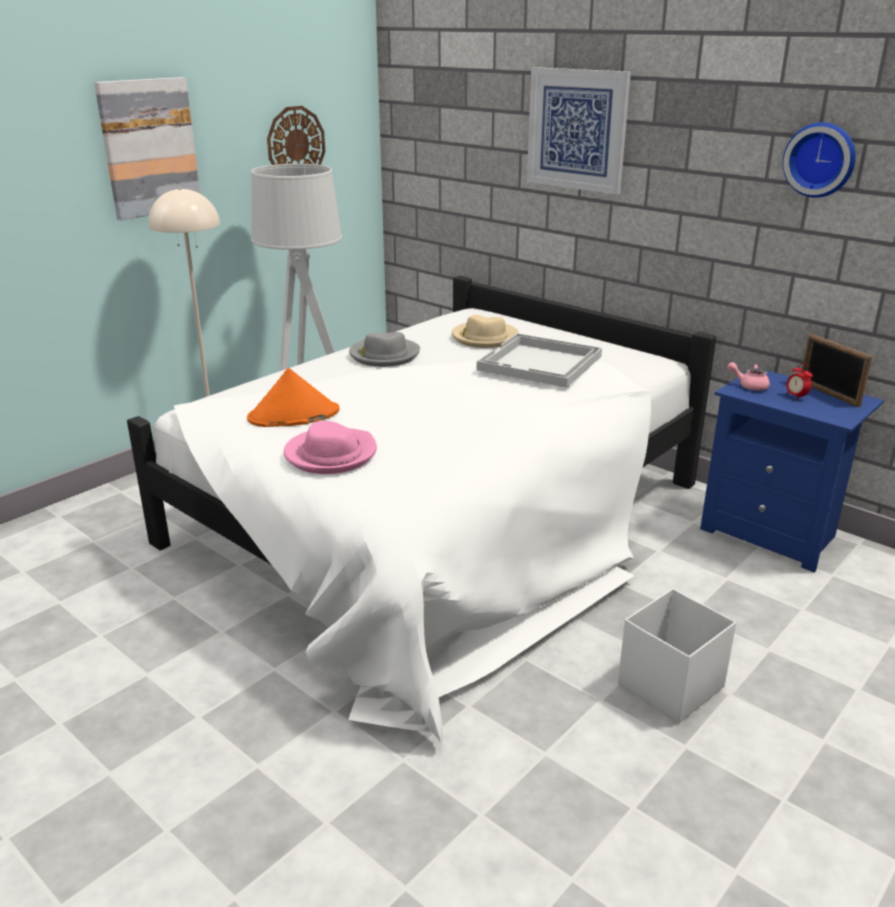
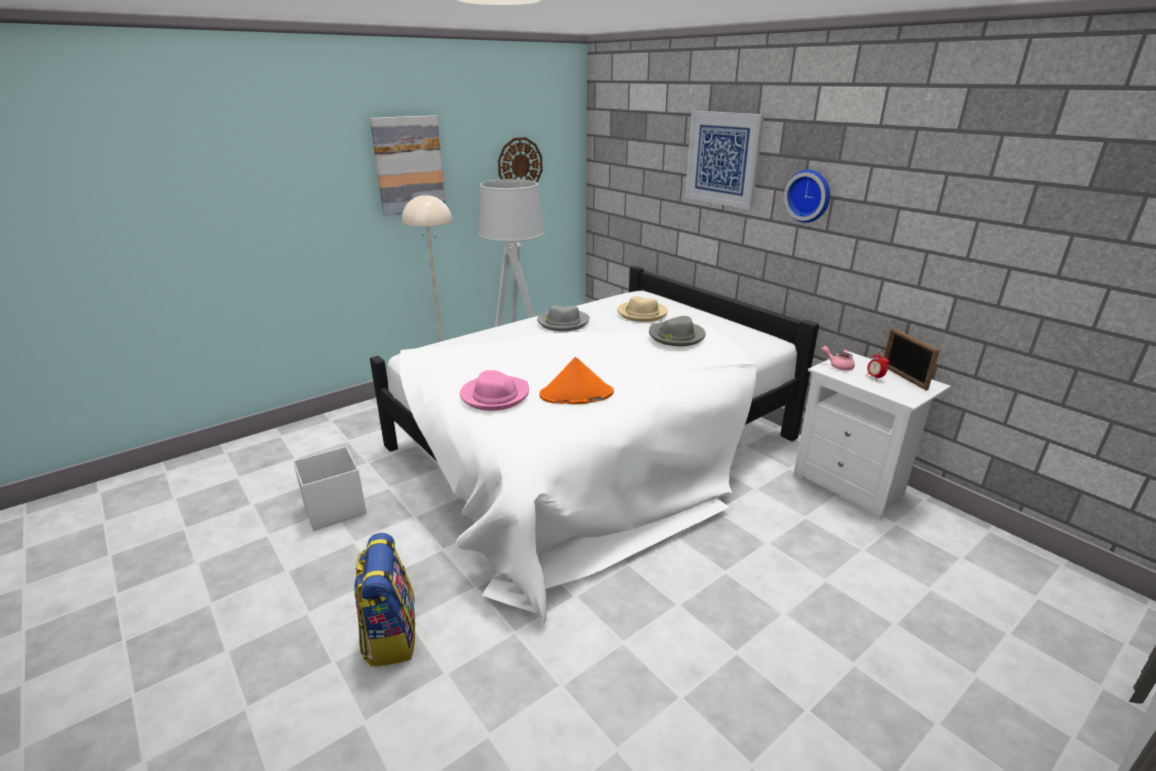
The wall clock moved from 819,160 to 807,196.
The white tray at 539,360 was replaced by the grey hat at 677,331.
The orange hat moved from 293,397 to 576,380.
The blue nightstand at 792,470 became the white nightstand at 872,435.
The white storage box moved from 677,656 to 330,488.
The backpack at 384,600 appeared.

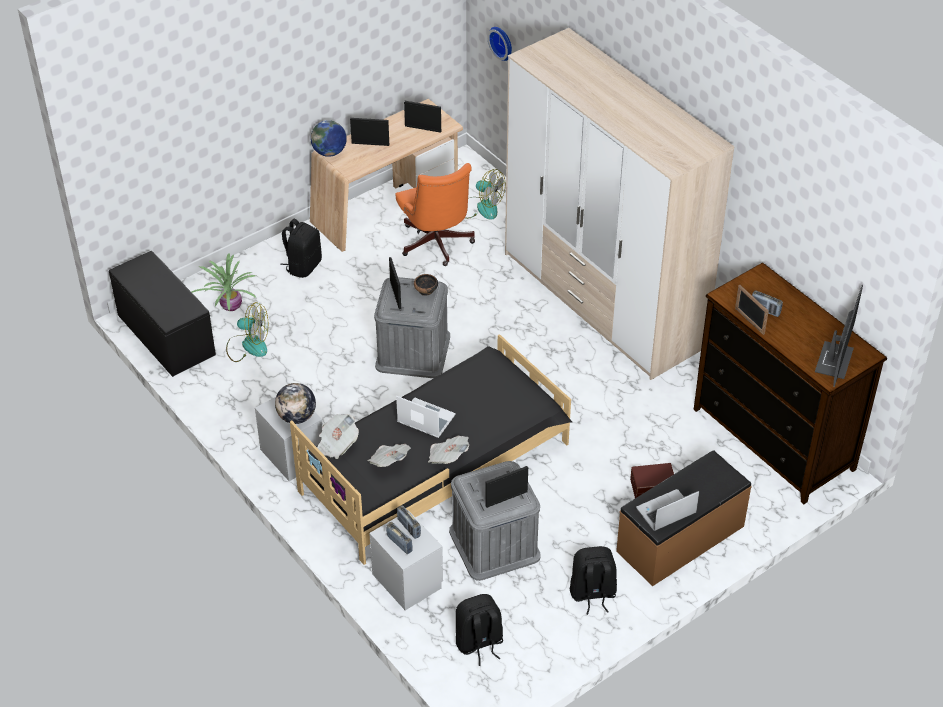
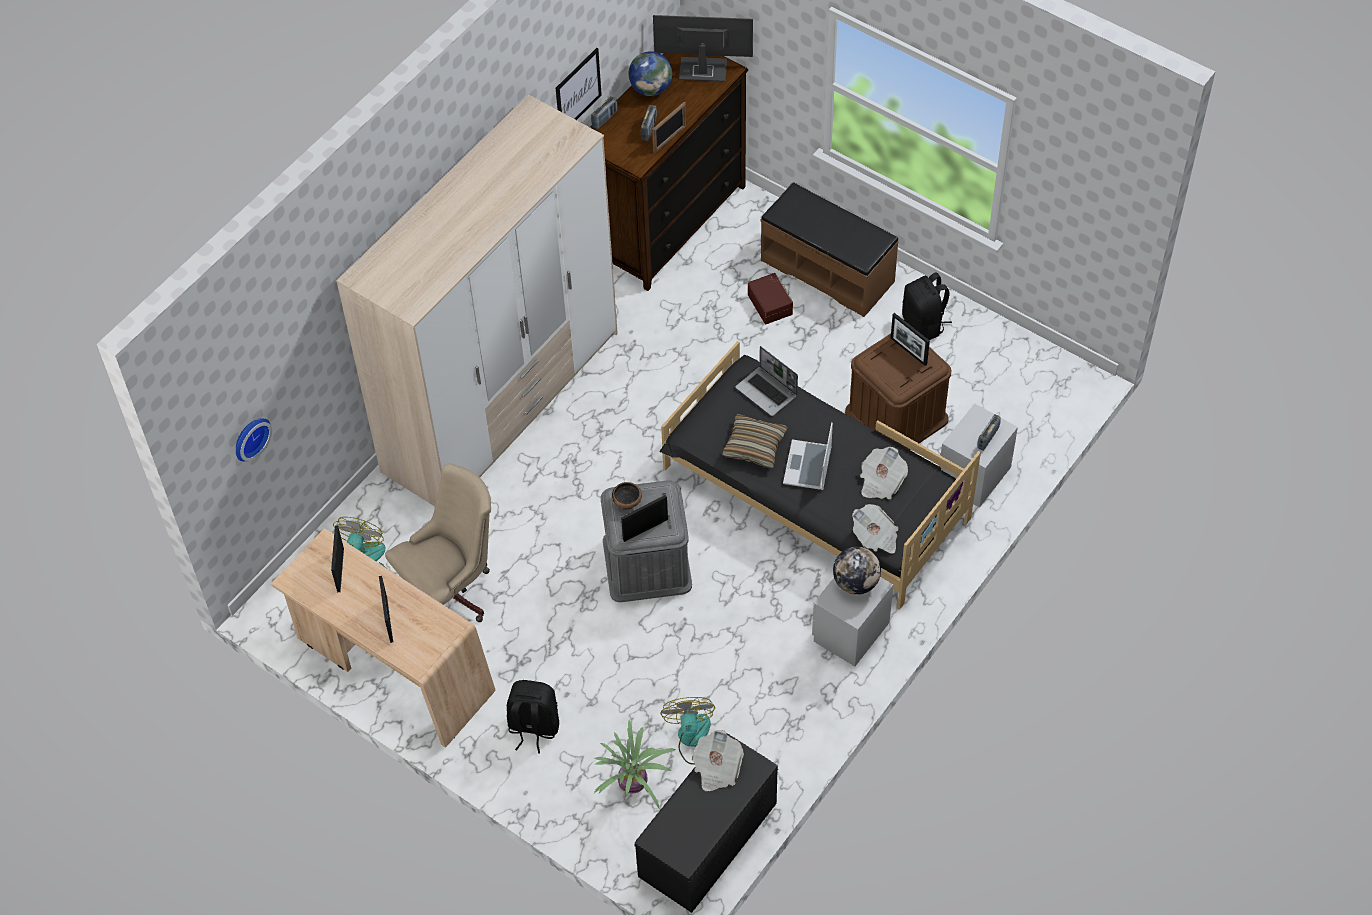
The globe moved from 329,138 to 650,73.
The orange office chair at 435,214 became the beige office chair at 438,543.
The newspaper moved from 448,450 to 718,760.
The grey storage box at 495,521 became the brown storage box at 898,392.
The laptop moved from 667,510 to 766,381.
The radio moved from 409,522 to 604,112.
The black backpack at 479,630 disappeared.
The picture at 579,84 appeared.
The pillow at 755,441 appeared.

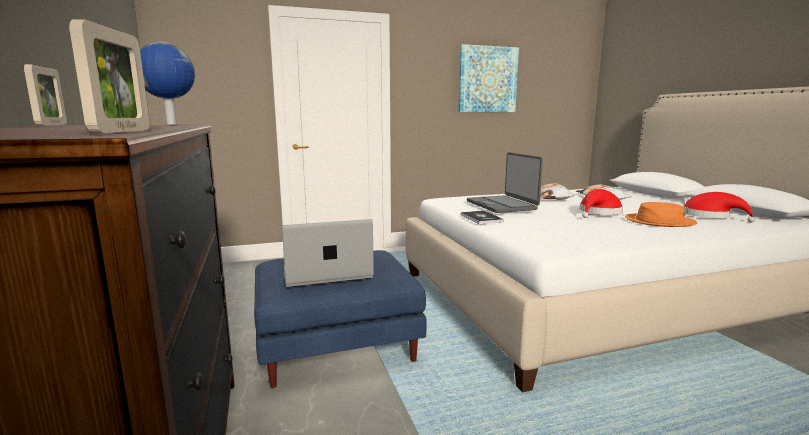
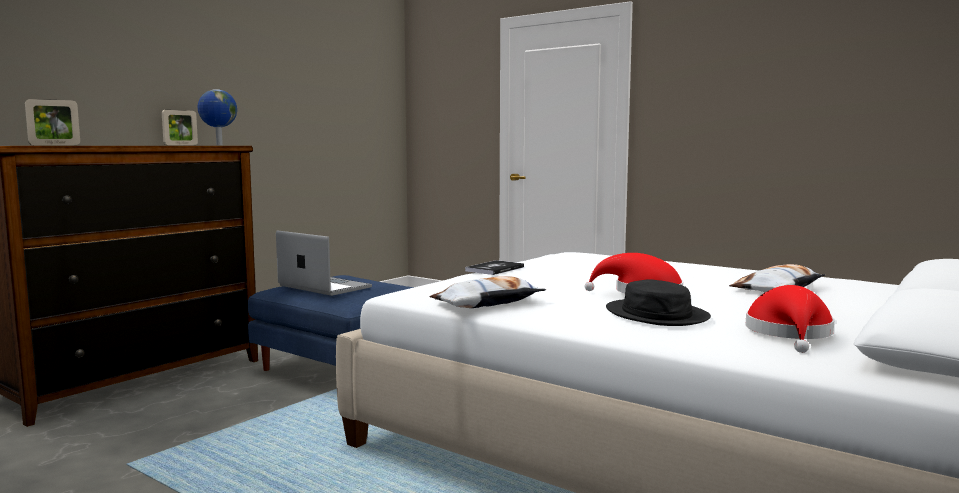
The picture at 488,78 disappeared.
The laptop at 505,182 disappeared.
The pillow moved from 557,191 to 487,292.
The orange hat at 661,214 became the black hat at 658,302.

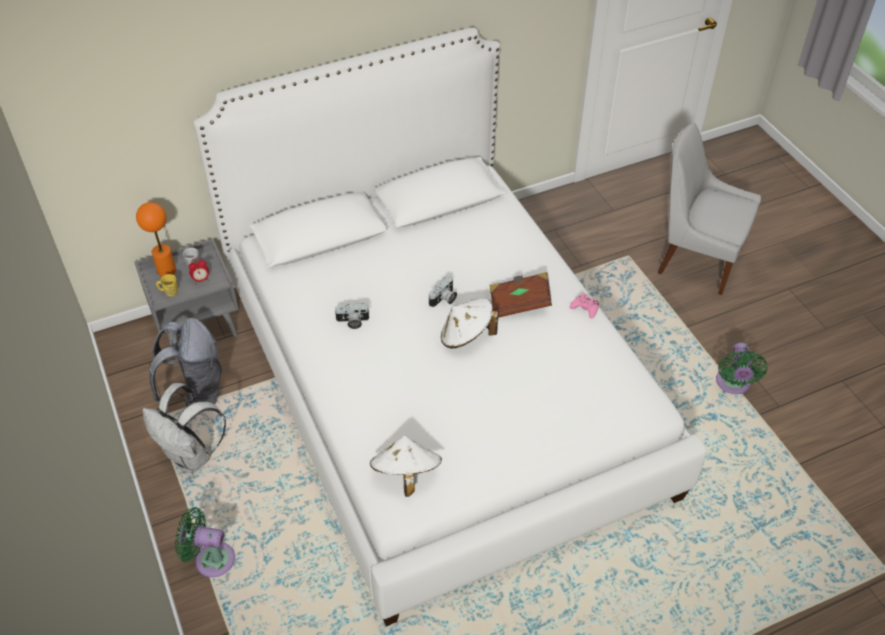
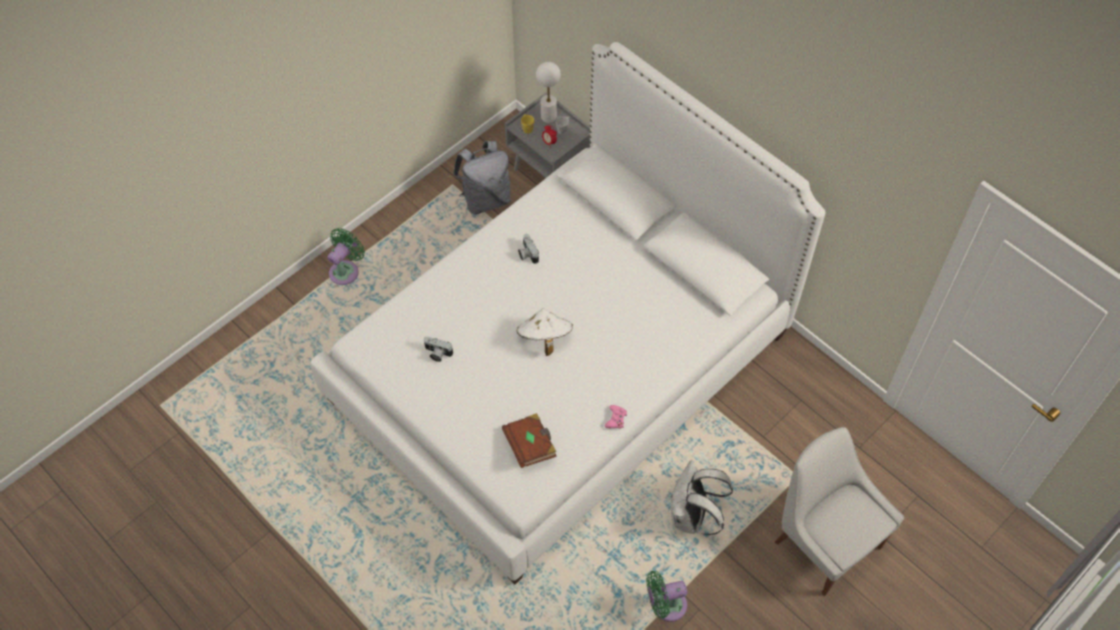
The white chair at 709,209 turned 45 degrees counterclockwise.
The orange table lamp at 156,239 became the white table lamp at 548,92.
The brown book moved from 521,295 to 529,440.
The photo camera moved from 443,292 to 438,349.
The white backpack moved from 184,428 to 702,497.
The white hat at 406,466 disappeared.
The green fan at 205,542 turned 45 degrees clockwise.

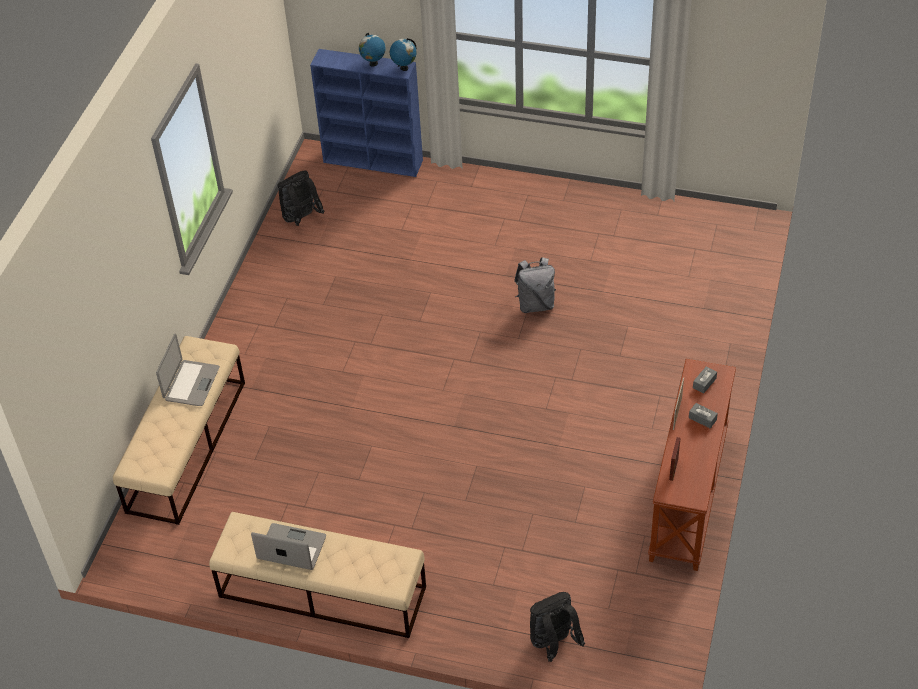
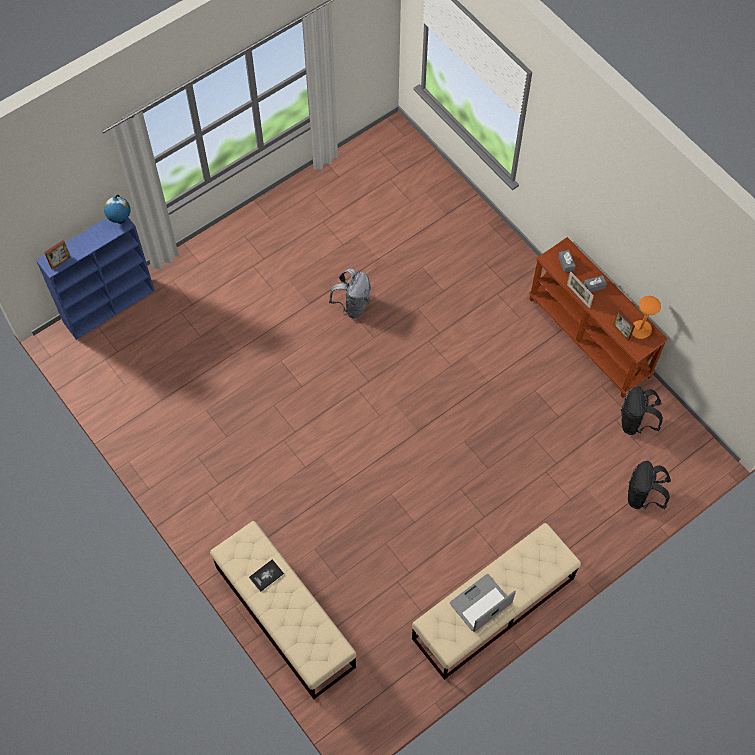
The globe at 372,50 disappeared.
The black backpack moved from 301,198 to 642,410.
The laptop at 188,370 was replaced by the book at 266,575.
The picture frame at 57,254 appeared.
The orange table lamp at 646,317 appeared.

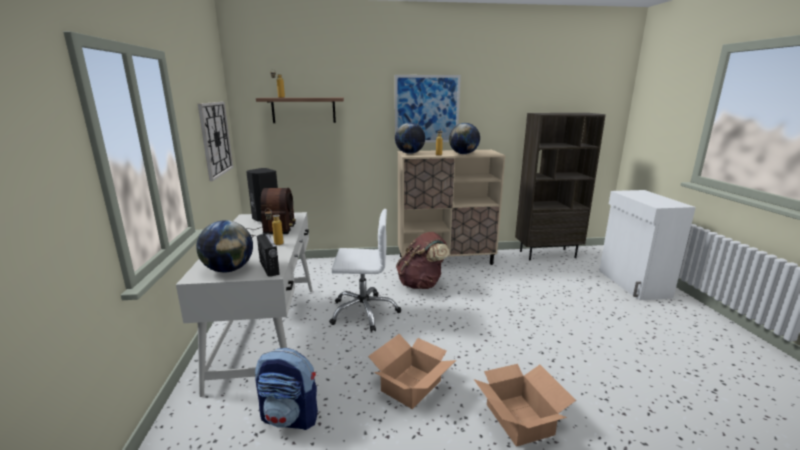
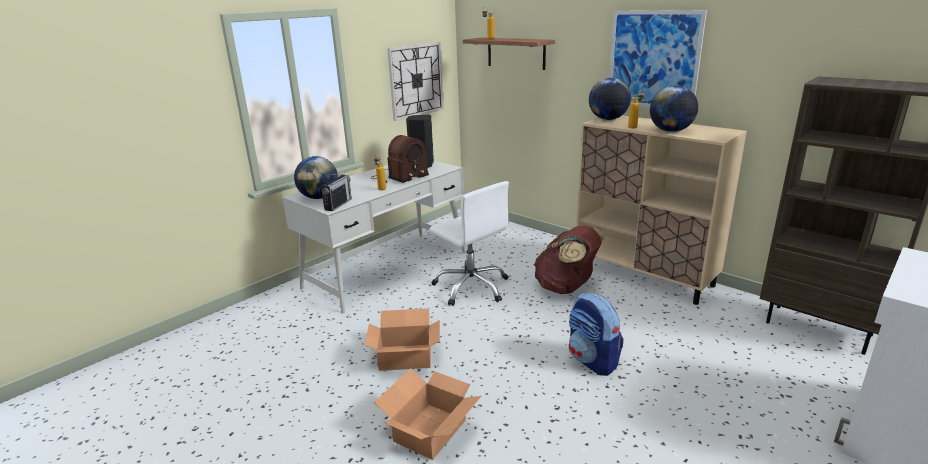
The backpack moved from 286,389 to 596,334.

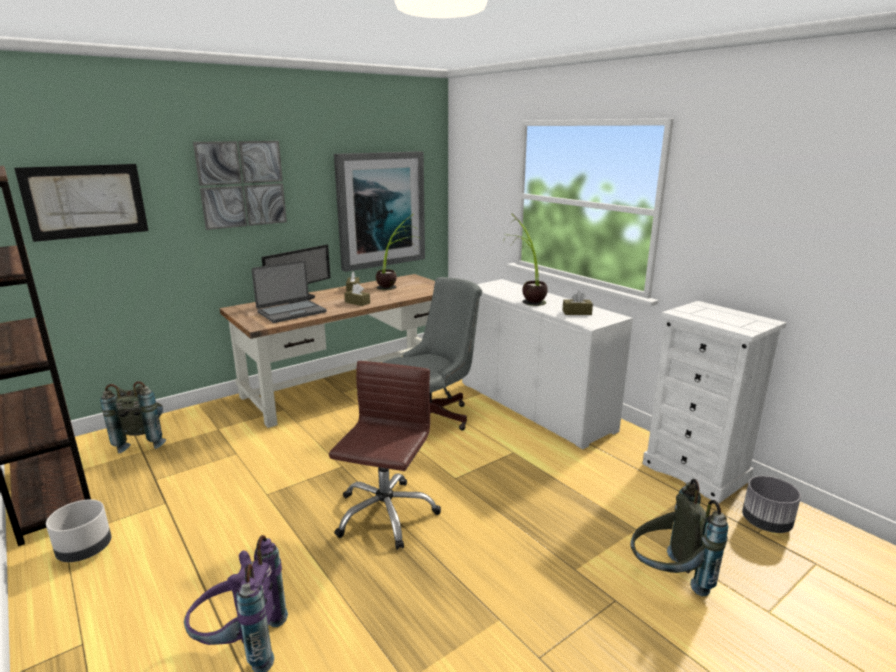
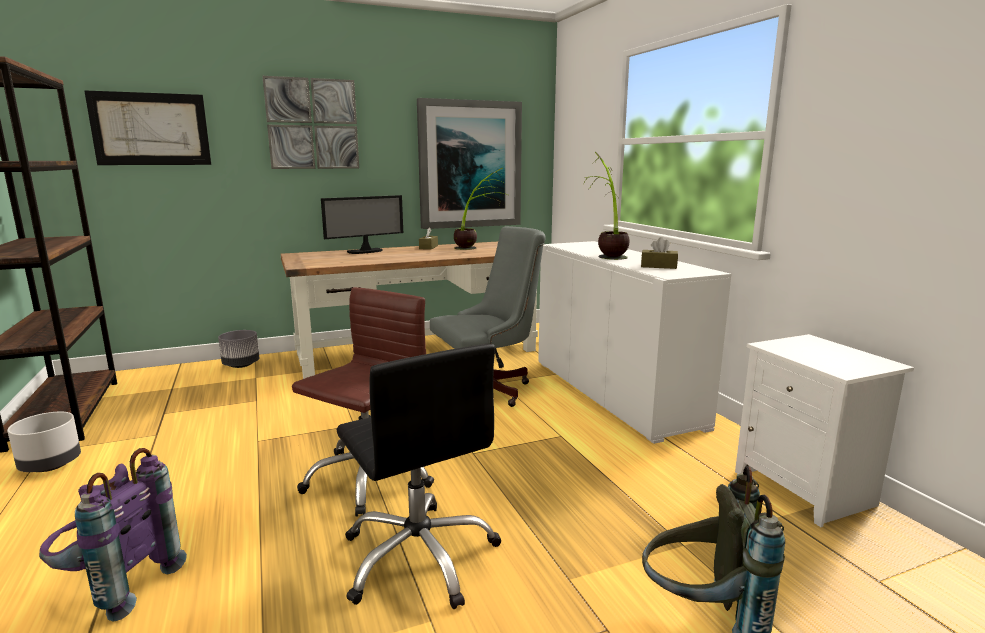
The laptop at 289,291 disappeared.
The brown tissue box at 357,294 disappeared.
The white dresser at 714,402 was replaced by the white nightstand at 824,430.
The grey backpack at 133,417 disappeared.
The grey planter moved from 771,504 to 238,349.
The black office chair at 418,476 appeared.

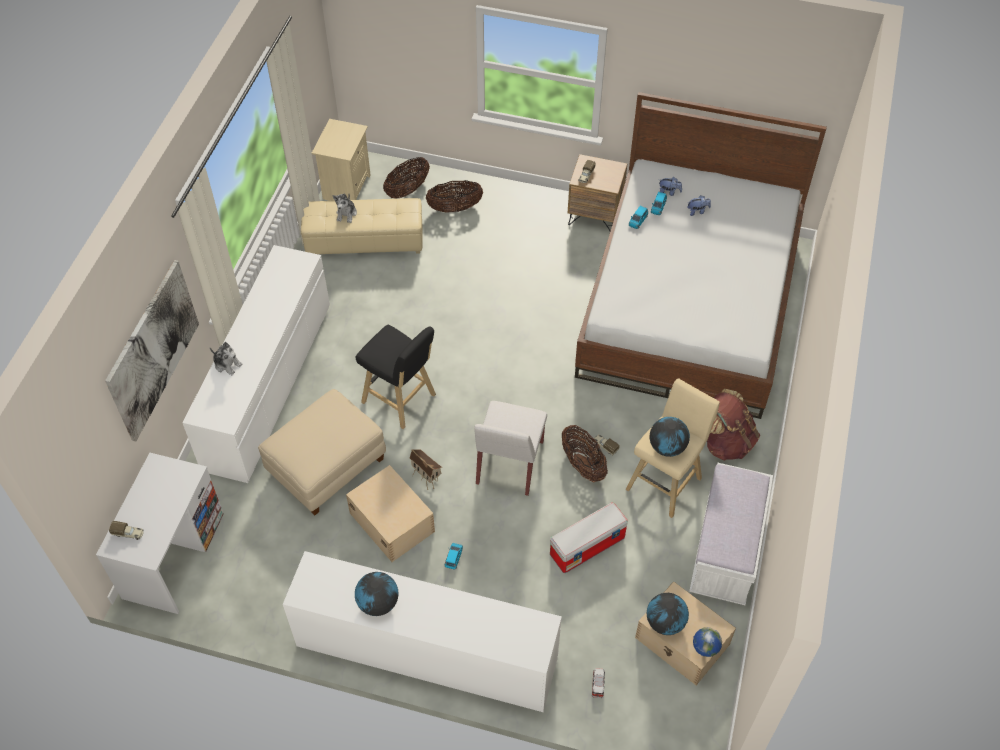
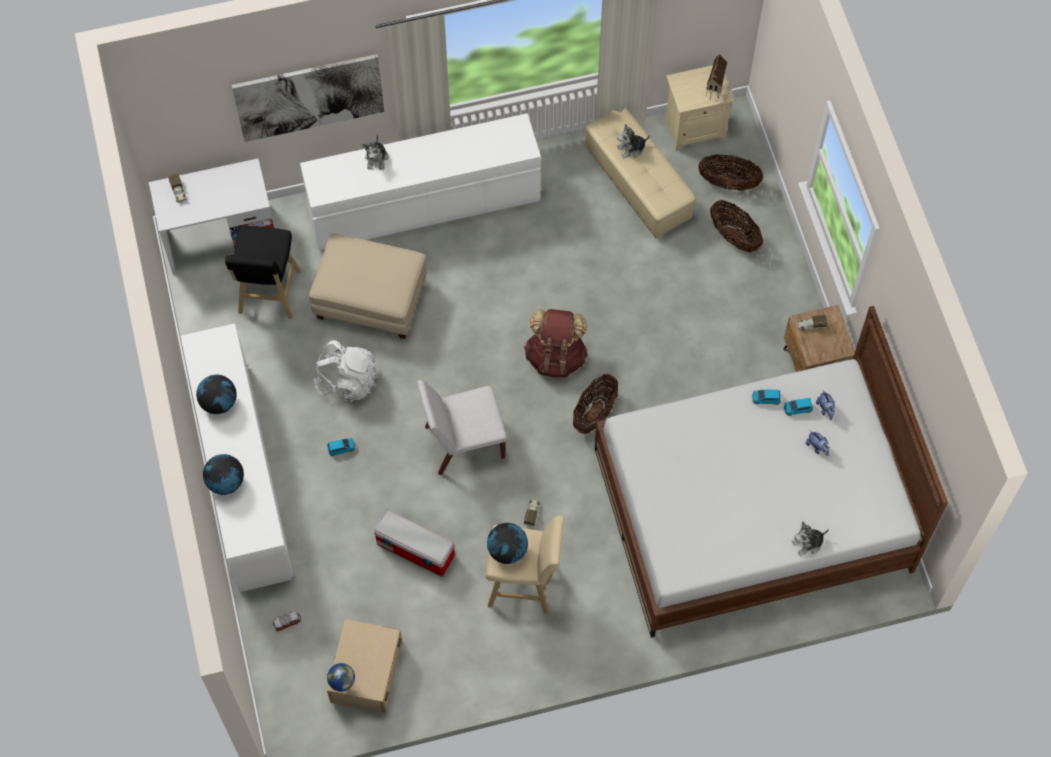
The black stool moved from 396,377 to 263,272.
The brown backpack moved from 733,425 to 556,343.
The basket moved from 585,453 to 595,404.
The toy house moved from 426,469 to 716,77.
The white bench at 731,534 disappeared.
The beige storage box at 390,513 was replaced by the white backpack at 345,371.
The globe moved from 668,614 to 223,474.
The plush toy at 810,539 appeared.

